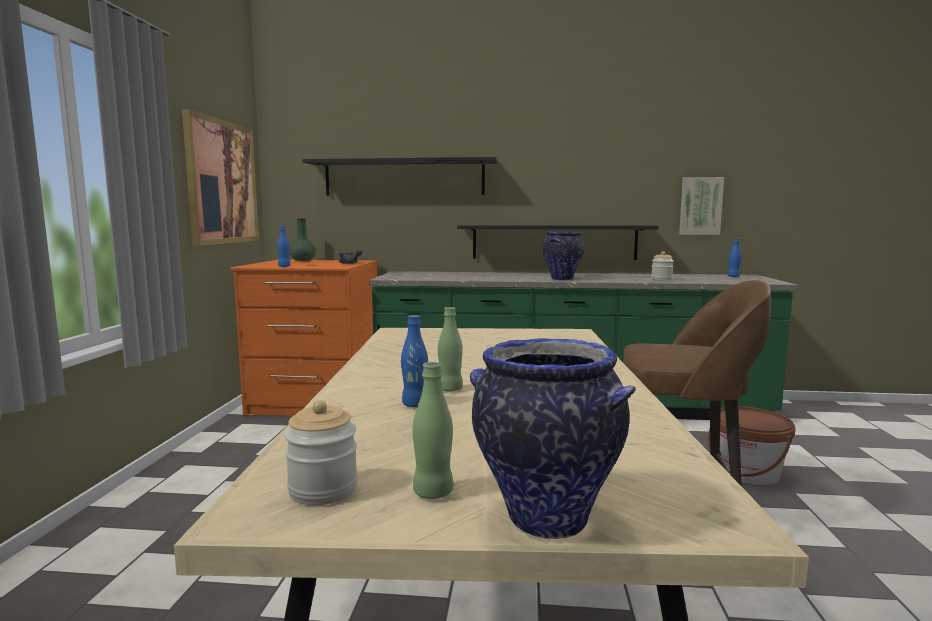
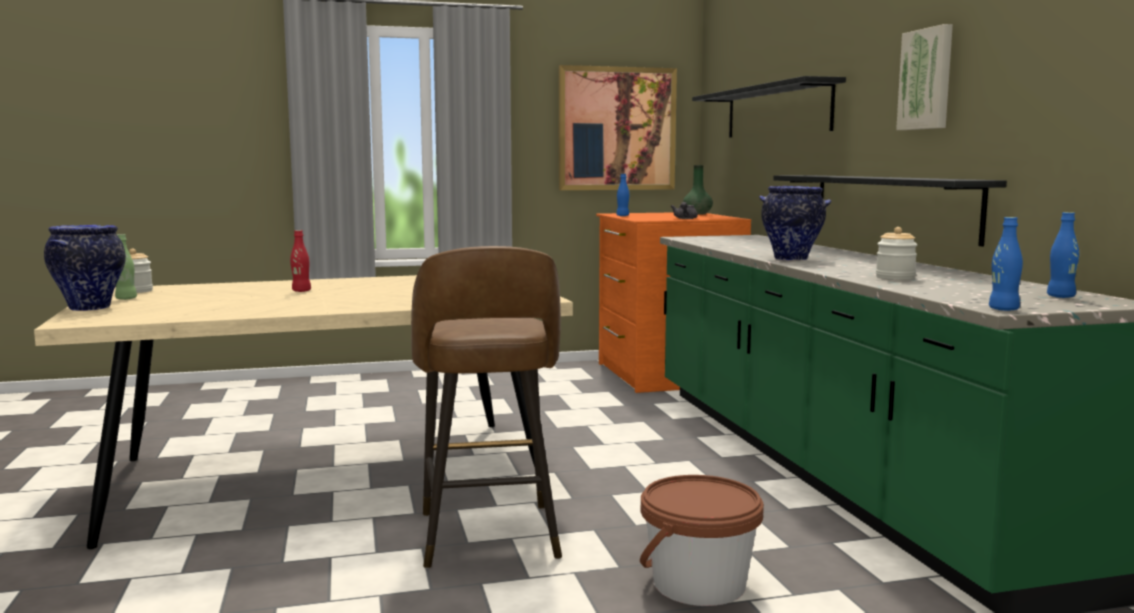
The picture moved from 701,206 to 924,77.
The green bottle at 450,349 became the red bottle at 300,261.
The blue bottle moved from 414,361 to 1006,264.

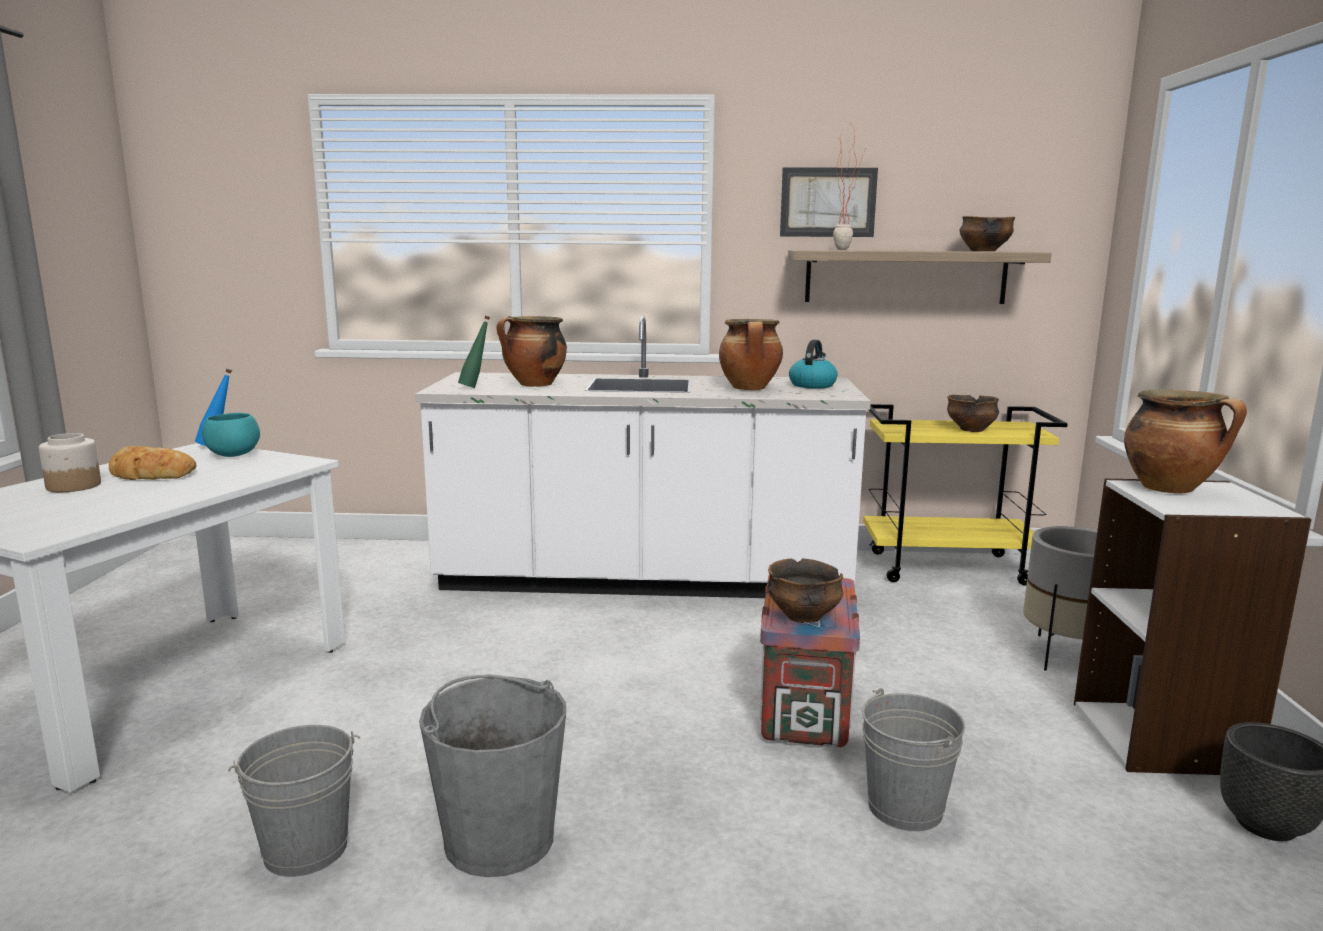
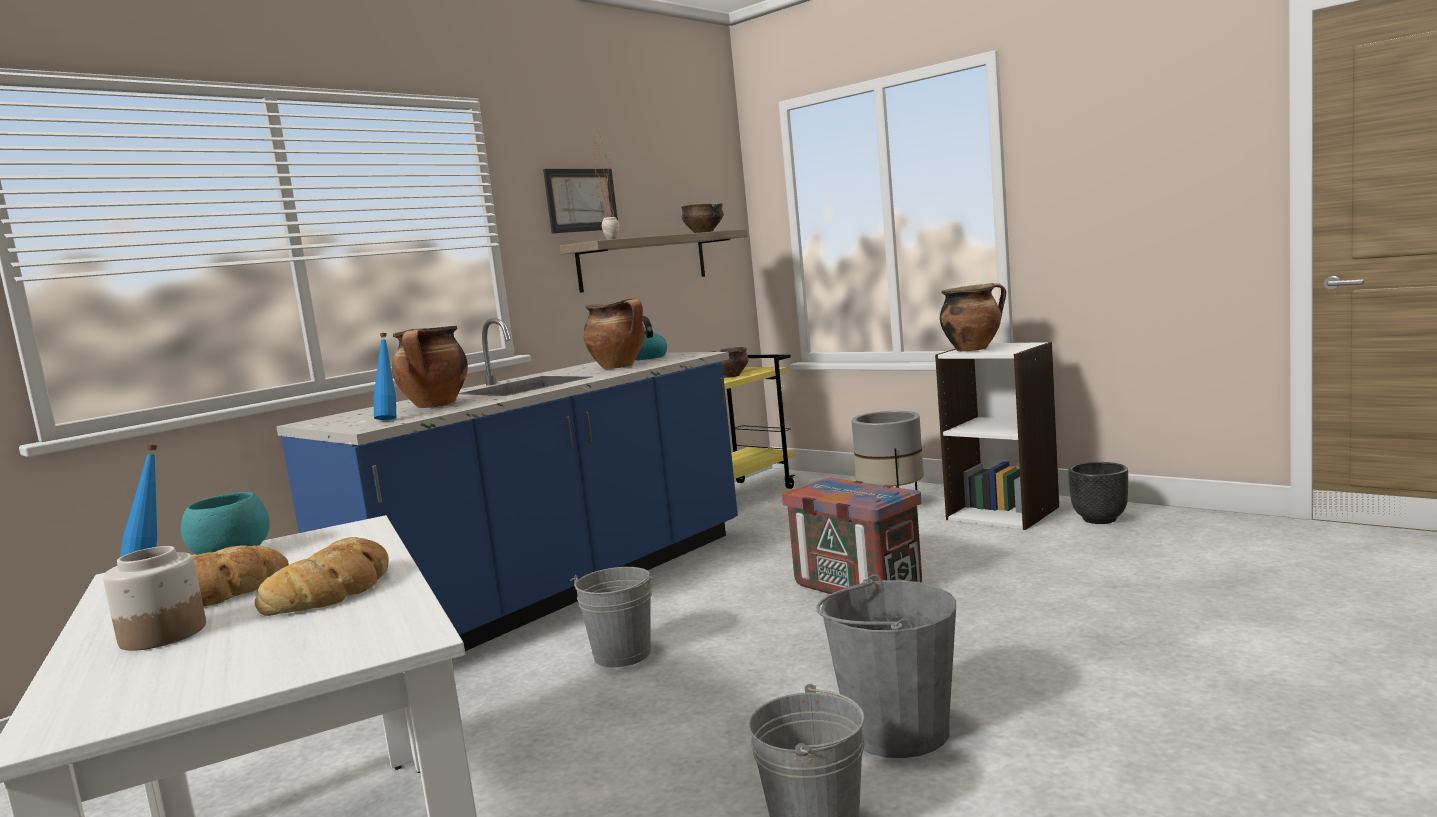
The white counter at 643,457 became the blue counter at 507,484.
The green bottle at 474,352 became the blue bottle at 385,376.
The bowl at 805,590 disappeared.
The grey bucket moved from 913,759 to 611,617.
The bread at 322,576 appeared.

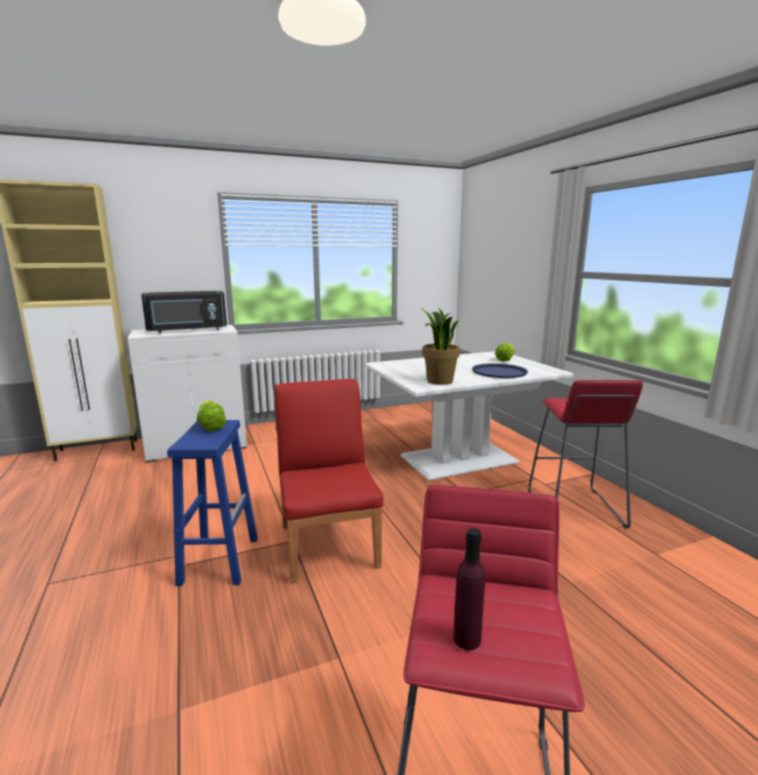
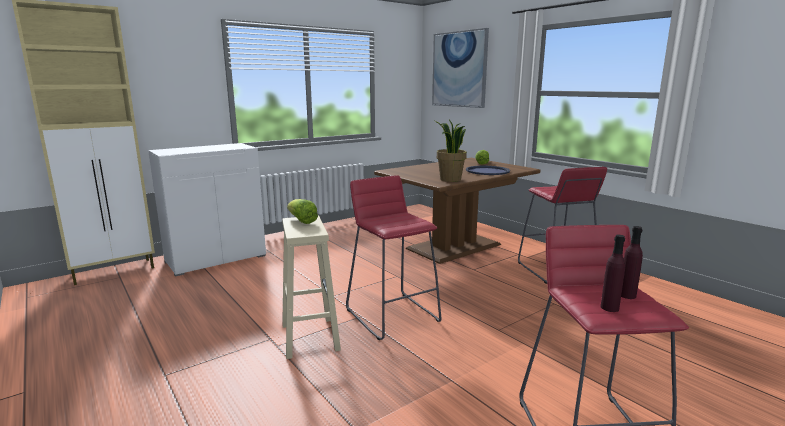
The black microwave at 184,312 disappeared.
The white dining table at 469,416 became the brown dining table at 457,211.
The red chair at 328,481 was replaced by the red stool at 393,257.
The blue stool at 212,503 became the beige stool at 311,287.
The picture at 460,68 appeared.
The purple bottle at 632,262 appeared.

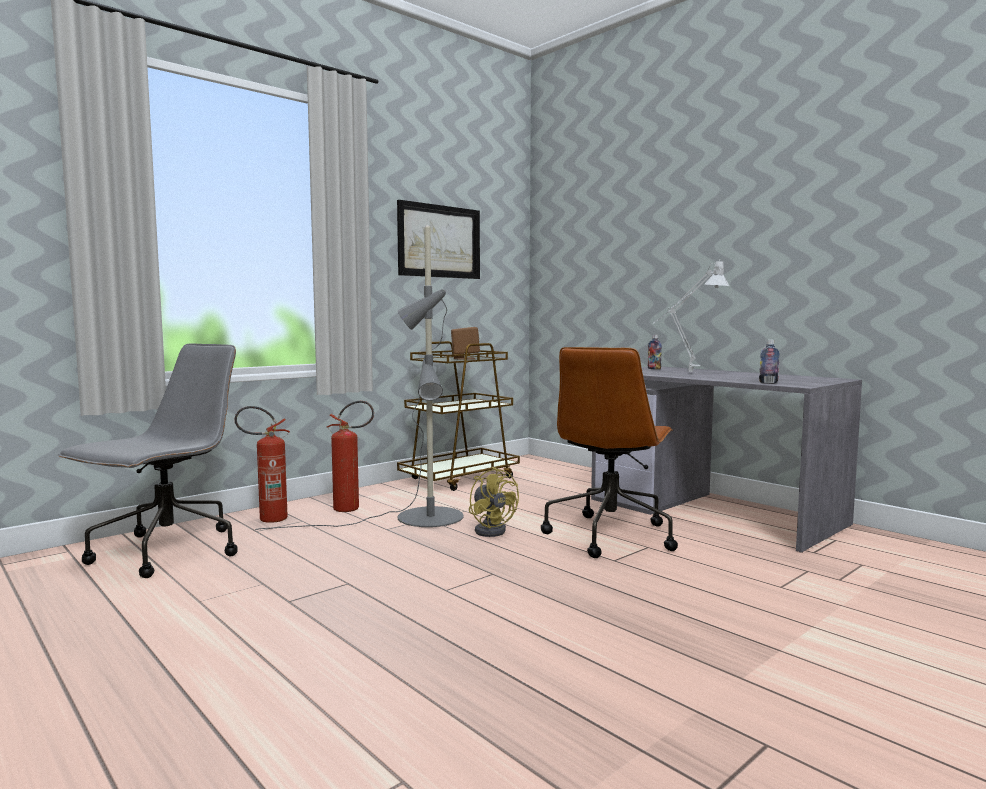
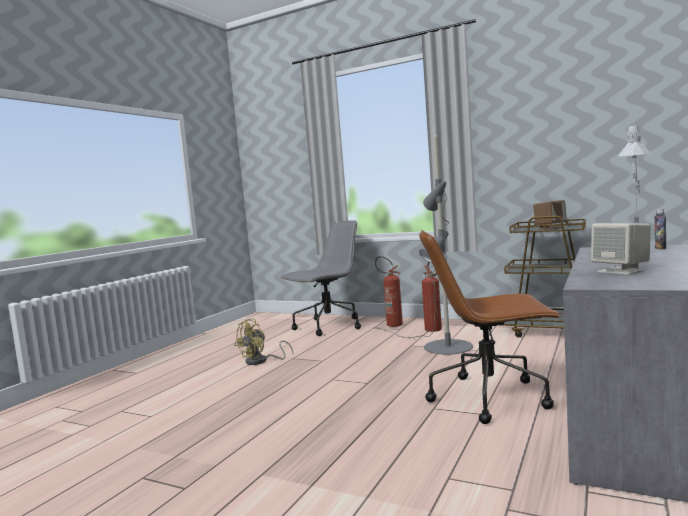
The picture at 438,239 disappeared.
The bottle at 769,361 disappeared.
The grey office chair at 148,461 turned 45 degrees counterclockwise.
The yellow fan moved from 494,502 to 263,341.
The beige speaker at 621,249 appeared.

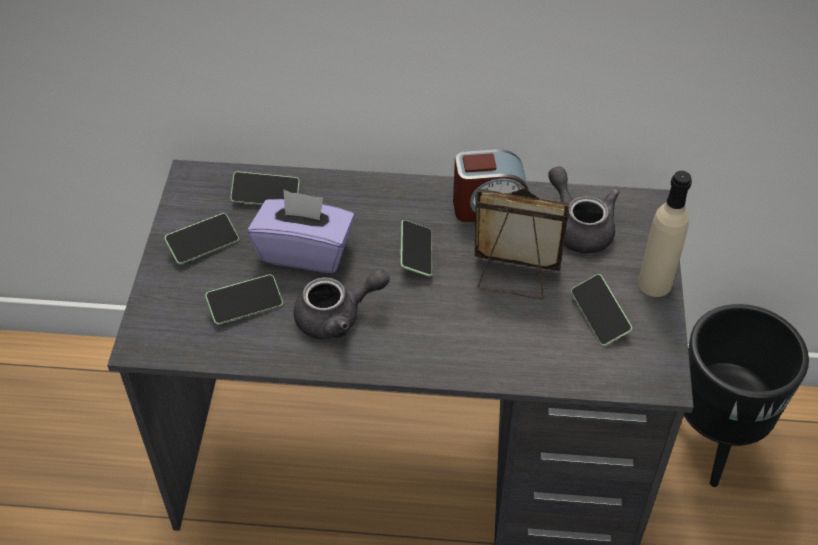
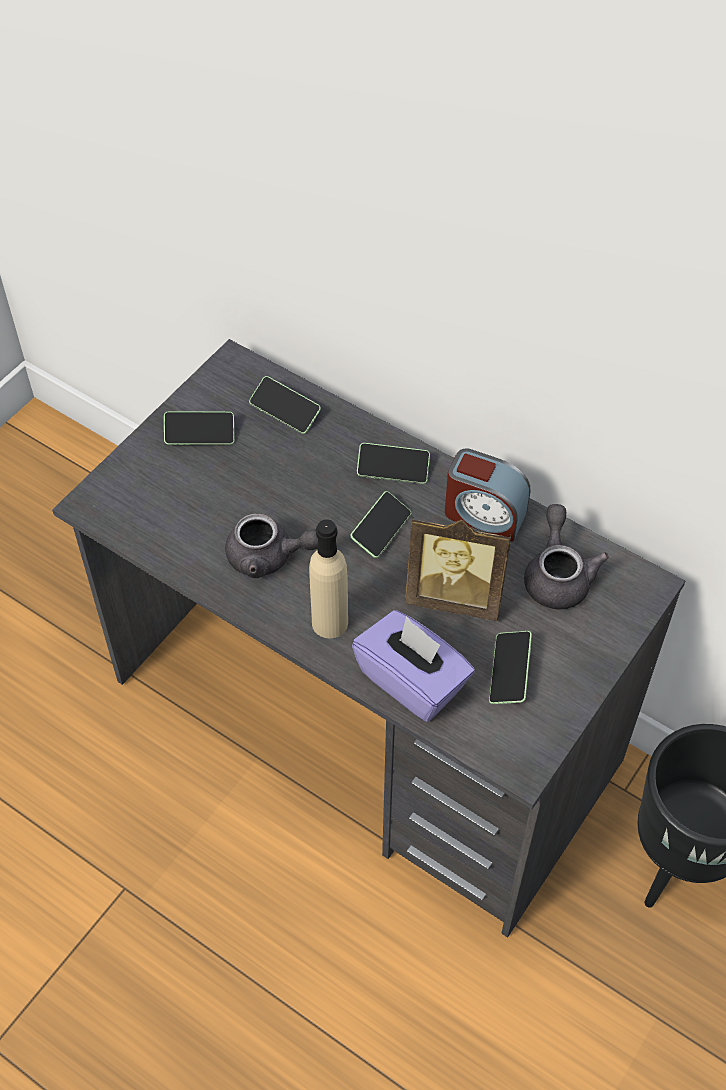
The beige bottle moved from 665,234 to 328,578.
The picture frame at 522,244 turned 150 degrees clockwise.
The purple tissue box moved from 301,231 to 413,666.
The phone moved from 244,299 to 393,463.

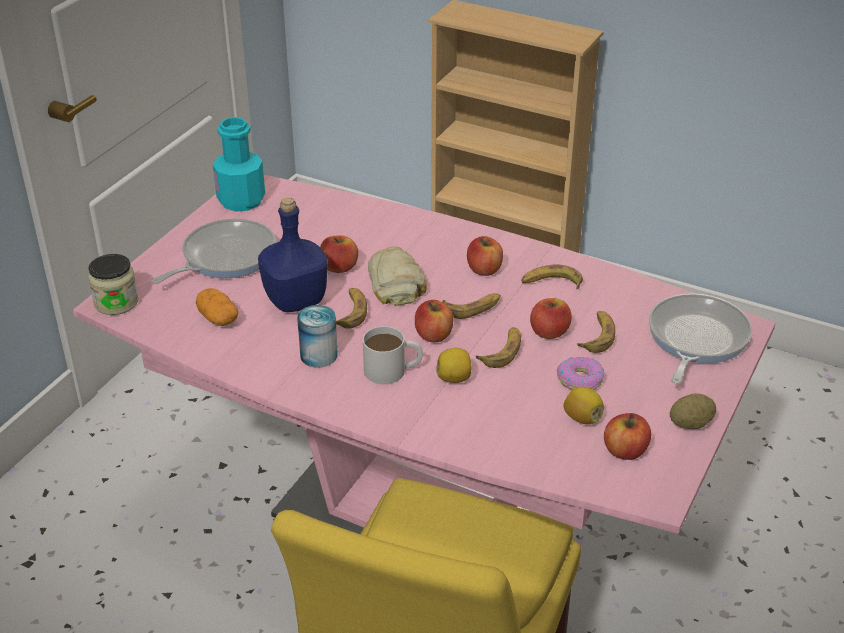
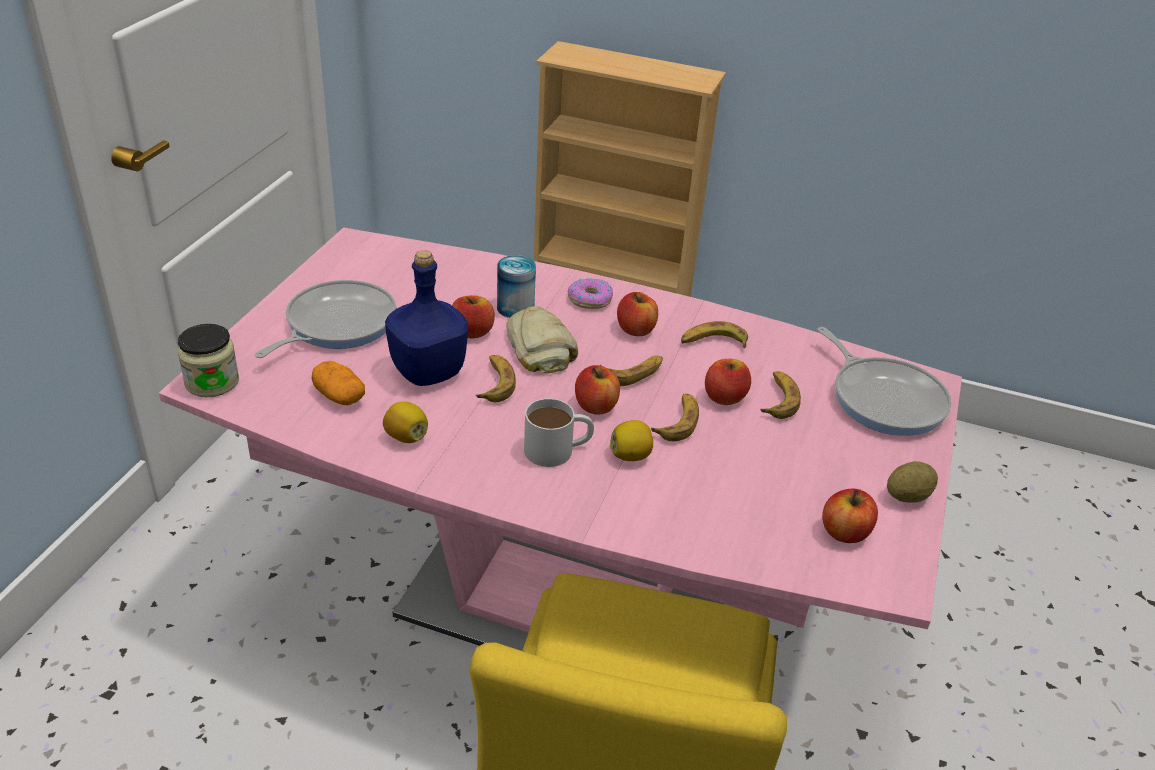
The turquoise bottle at 239,164 disappeared.
The frying pan at 701,338 turned 135 degrees clockwise.
The can moved from 317,336 to 516,286.
The donut moved from 580,373 to 590,294.
The lemon moved from 583,405 to 405,422.

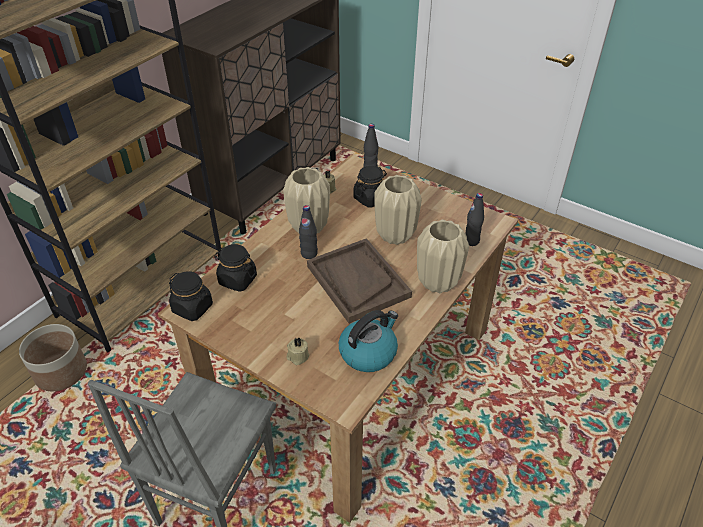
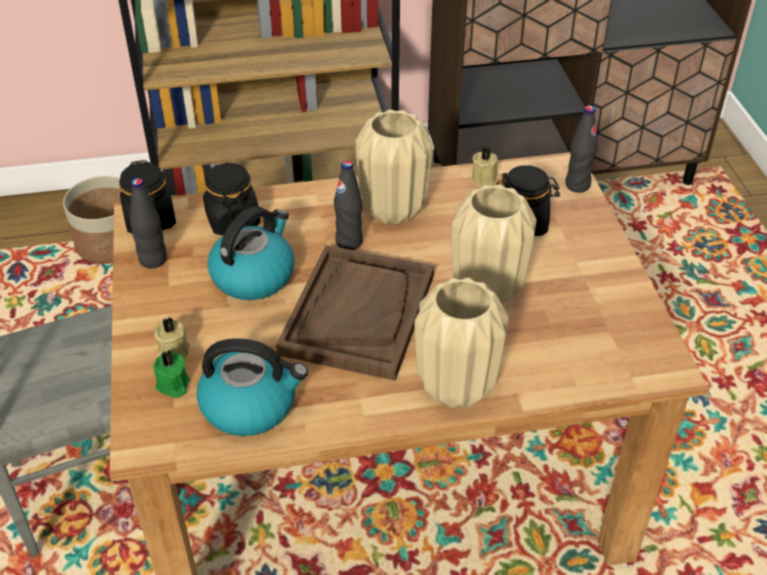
The black bottle moved from 474,219 to 148,223.
The kettle at 250,253 appeared.
The green candle at 171,374 appeared.

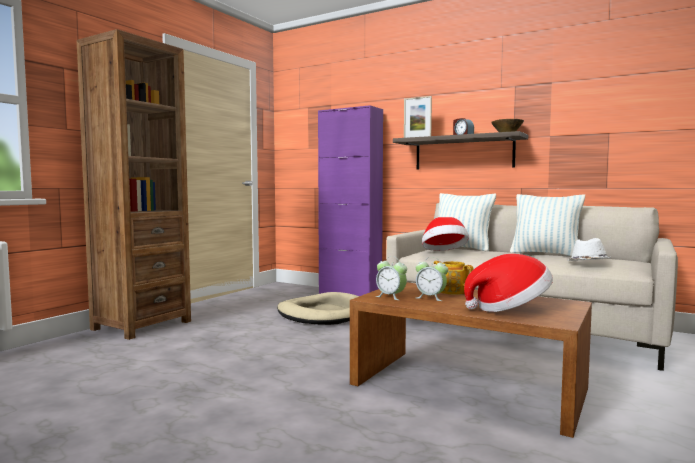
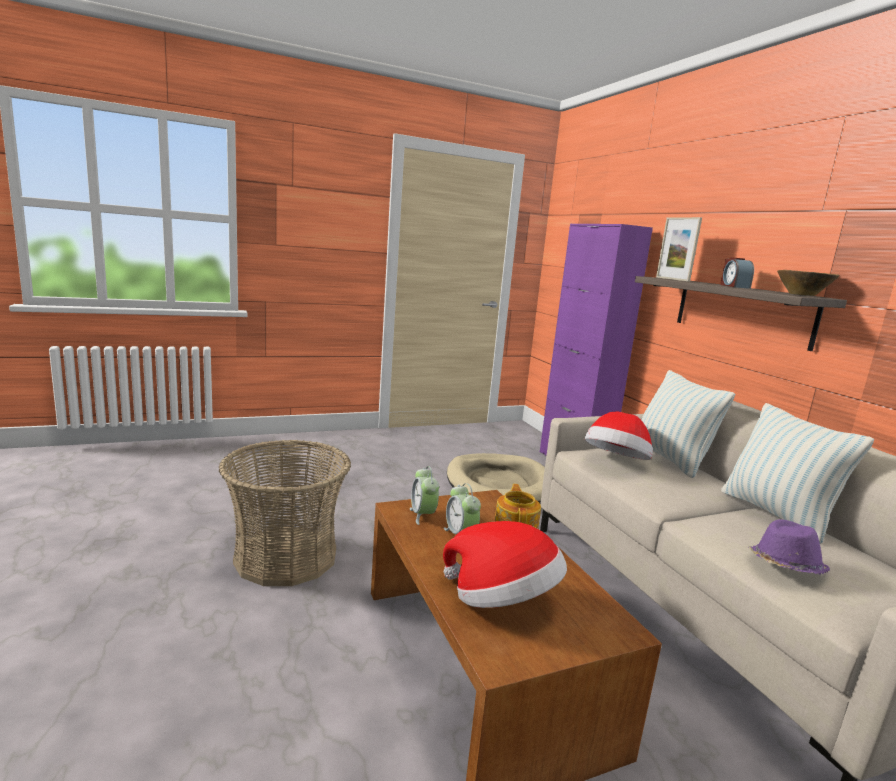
The brown bookcase at 133,184 disappeared.
The white hat at 589,249 became the purple hat at 789,547.
The basket at 285,513 appeared.

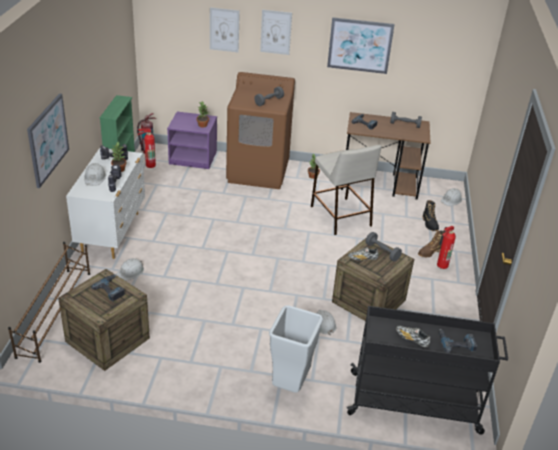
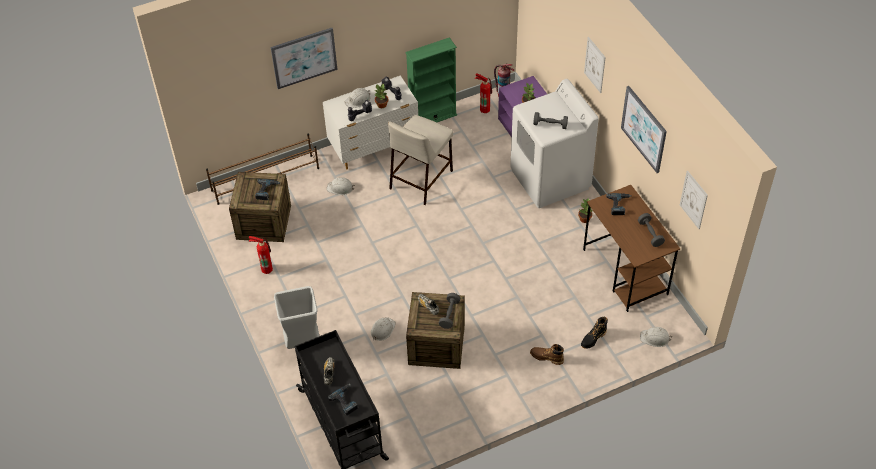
The picture moved from 225,29 to 694,200.
The brown washing machine at 260,130 became the white washing machine at 554,143.
The beige stool moved from 346,190 to 420,160.
The fire extinguisher moved from 446,247 to 261,255.

